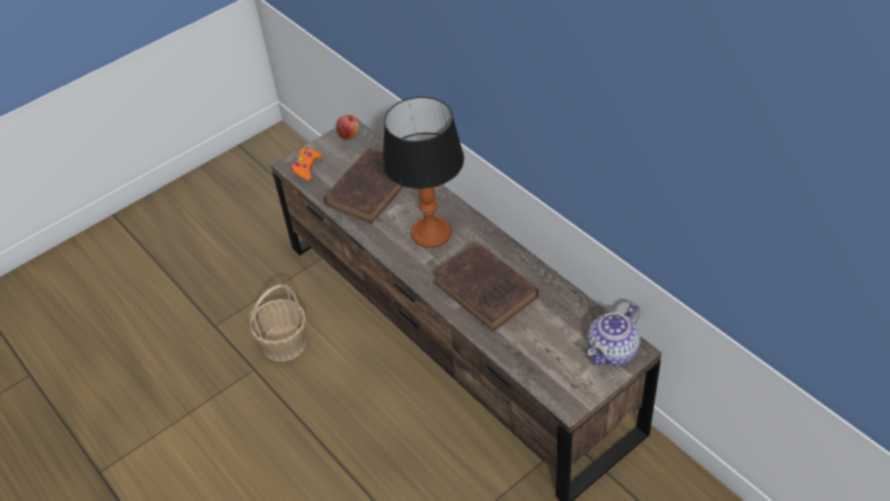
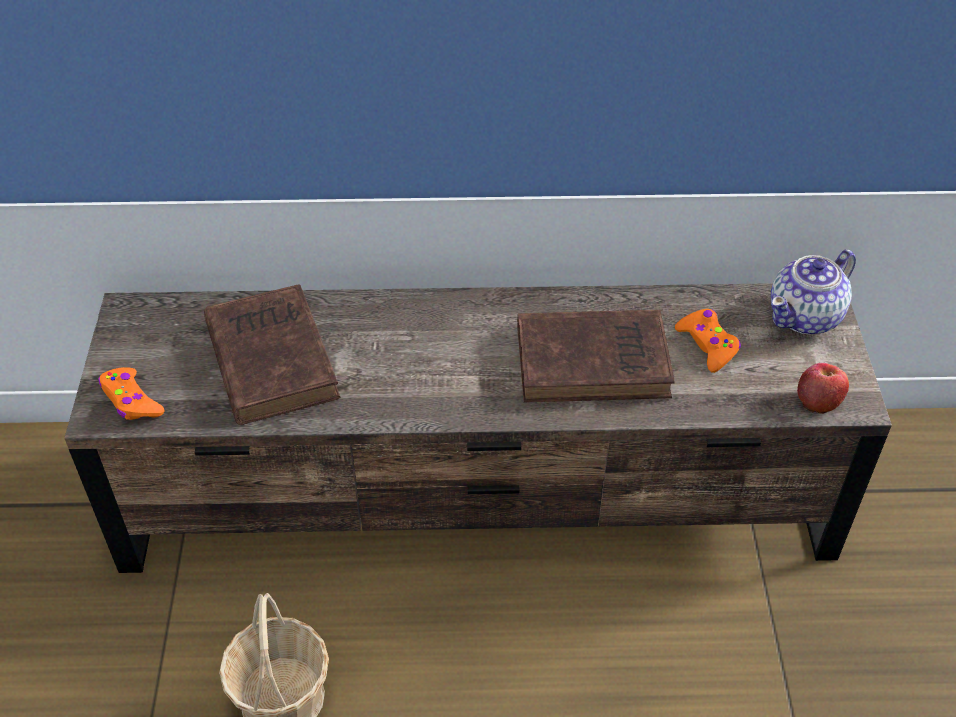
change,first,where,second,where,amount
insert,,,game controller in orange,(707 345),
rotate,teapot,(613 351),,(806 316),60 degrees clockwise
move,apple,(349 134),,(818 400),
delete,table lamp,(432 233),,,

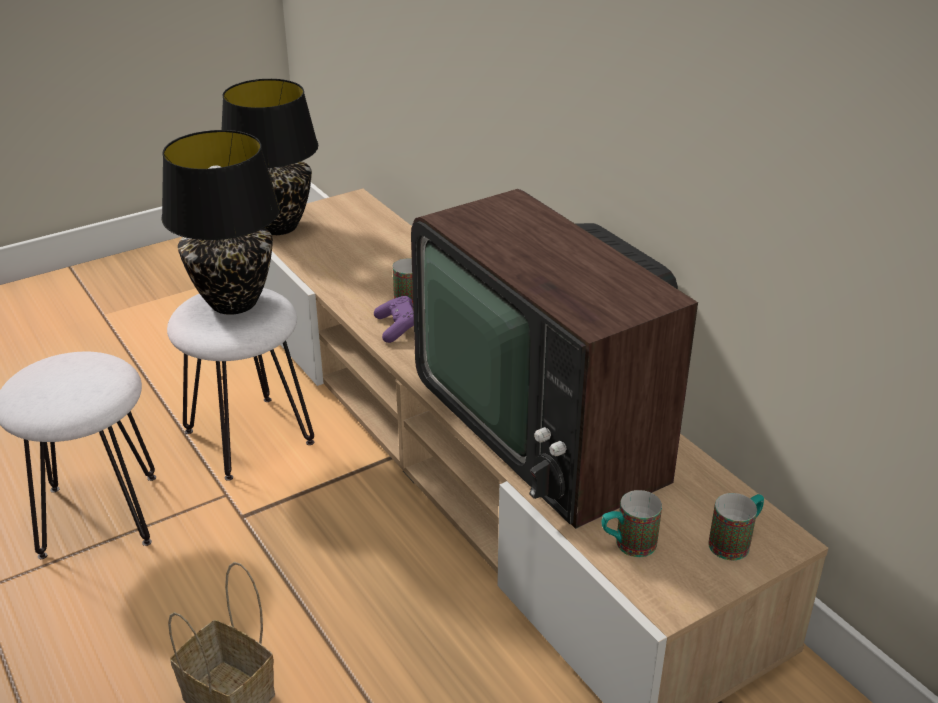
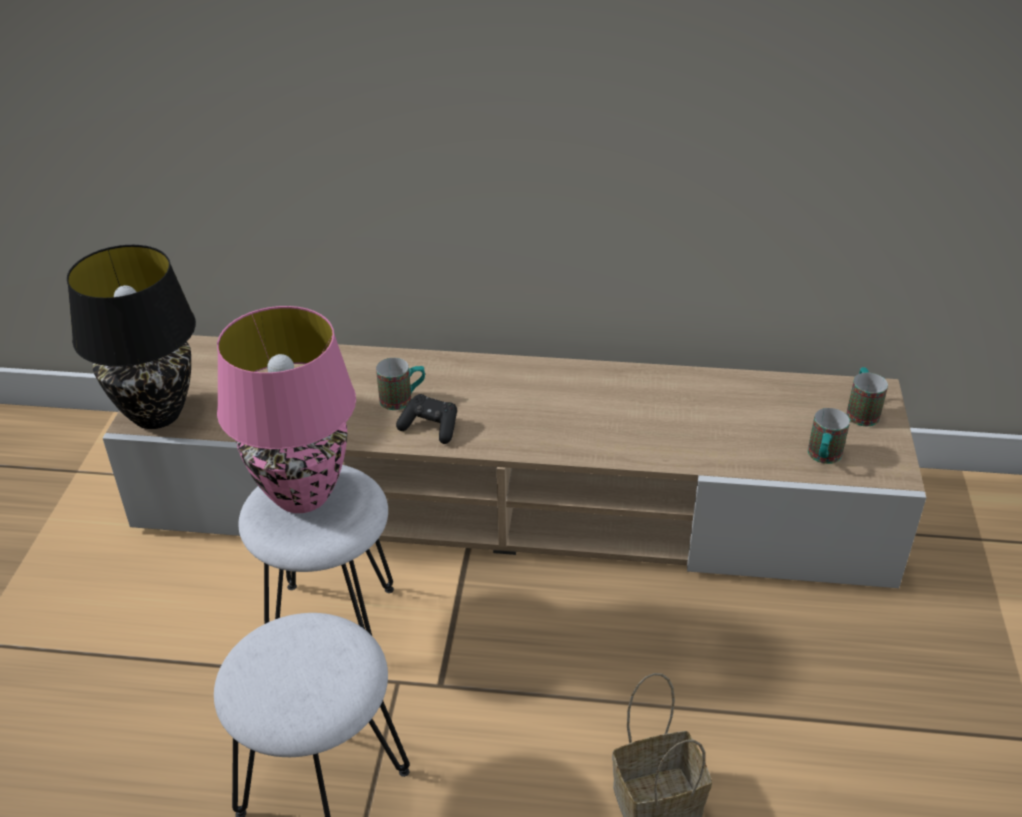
change,first,where,second,where,amount
recolor,table lamp in black,(233 302),table lamp in pink,(301 495),
recolor,game controller in purple,(397 328),game controller in black,(430 427),
delete,television,(549 418),,,

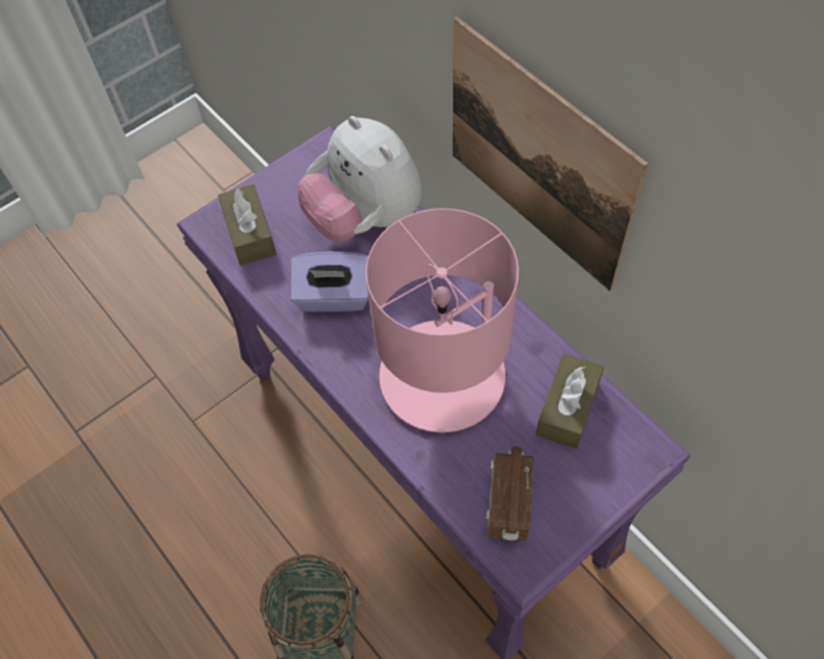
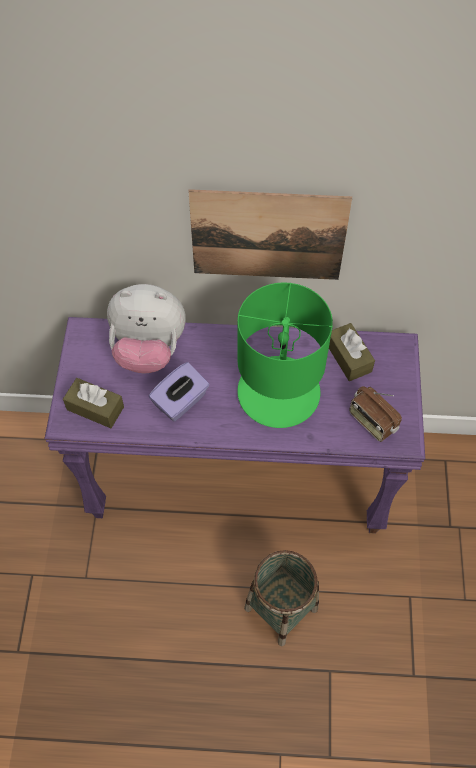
change,first,where,second,where,amount
recolor,table lamp in pink,(444 375),table lamp in green,(279 391),

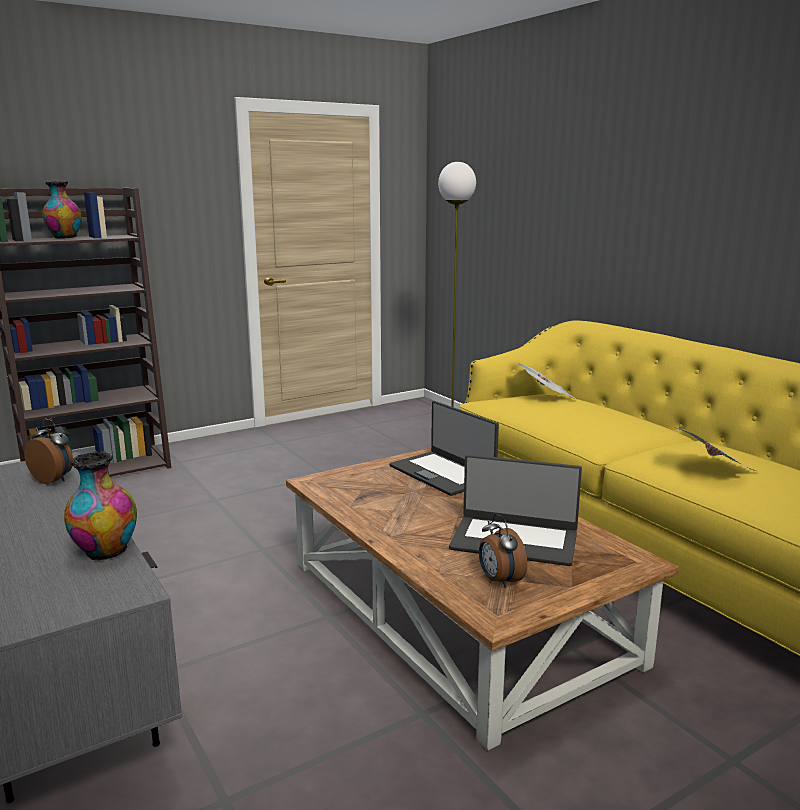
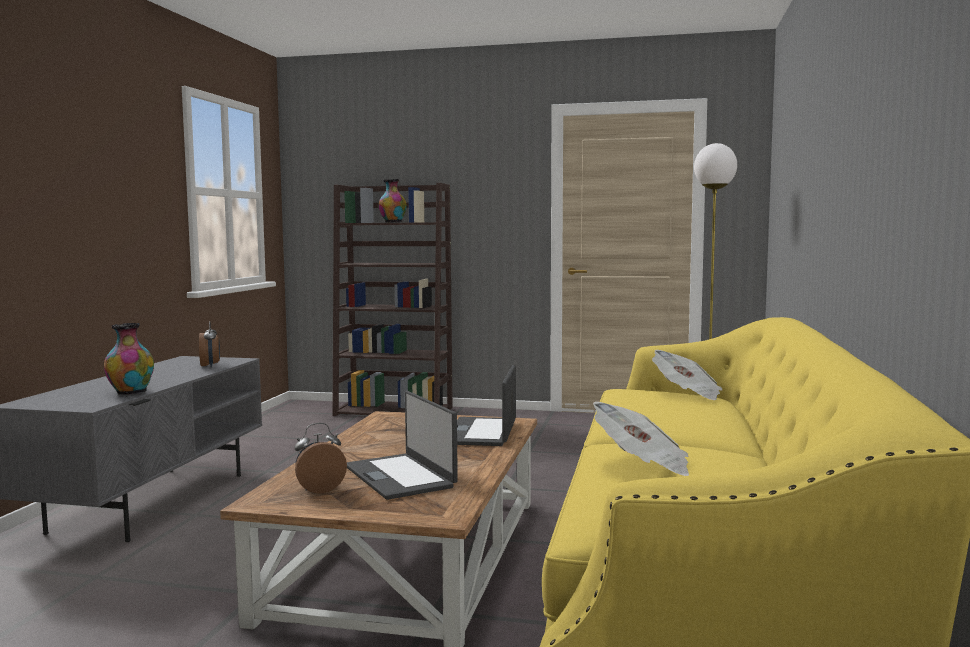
change,first,where,second,where,amount
rotate,alarm clock,(499 581),,(319 489),45 degrees clockwise

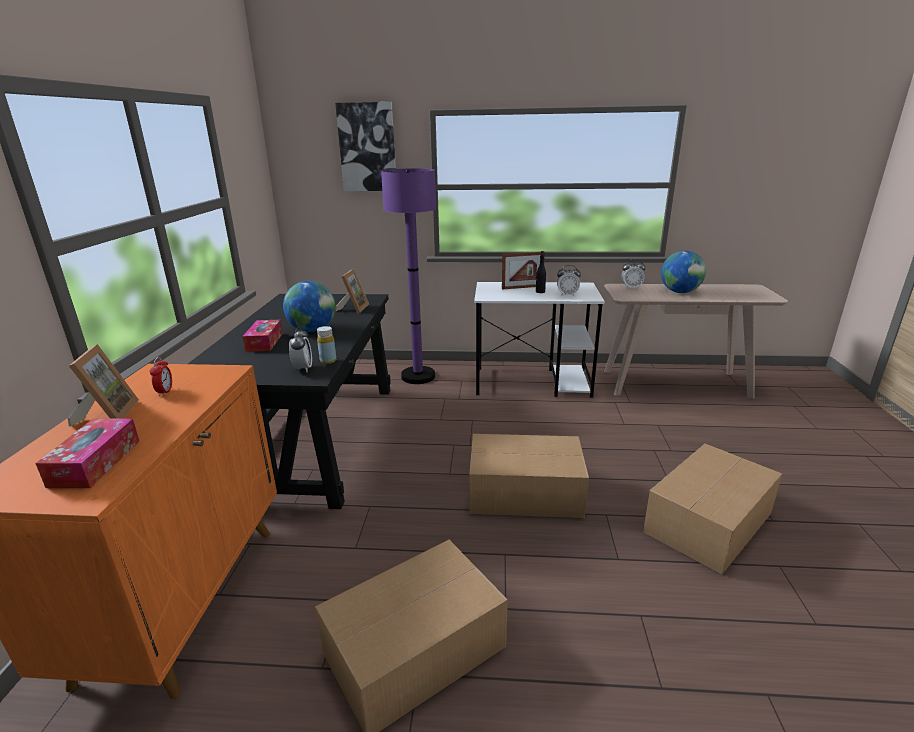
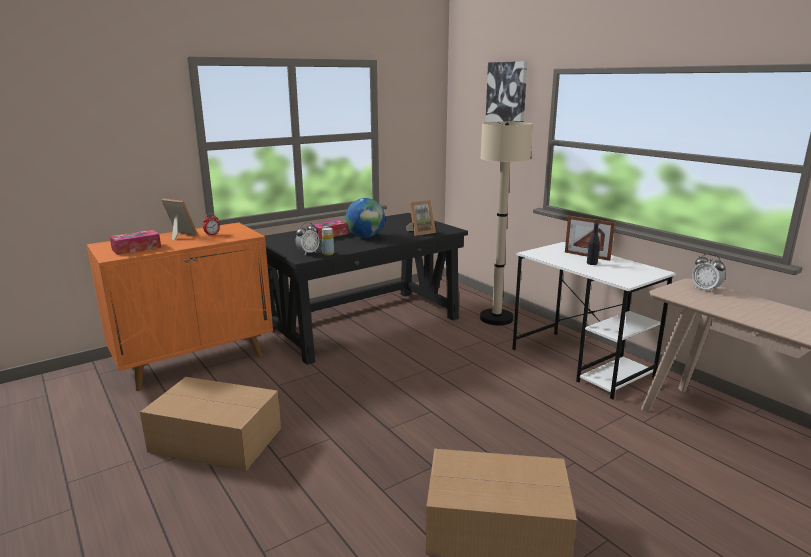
change,first,where,second,where,amount
rotate,picture frame,(108 414),,(179 235),105 degrees counterclockwise
recolor,floor lamp in purple,(418 376),floor lamp in beige,(496 318),
delete,cardboard box,(523 492),,,
delete,alarm clock,(567 295),,,
delete,globe,(679 292),,,

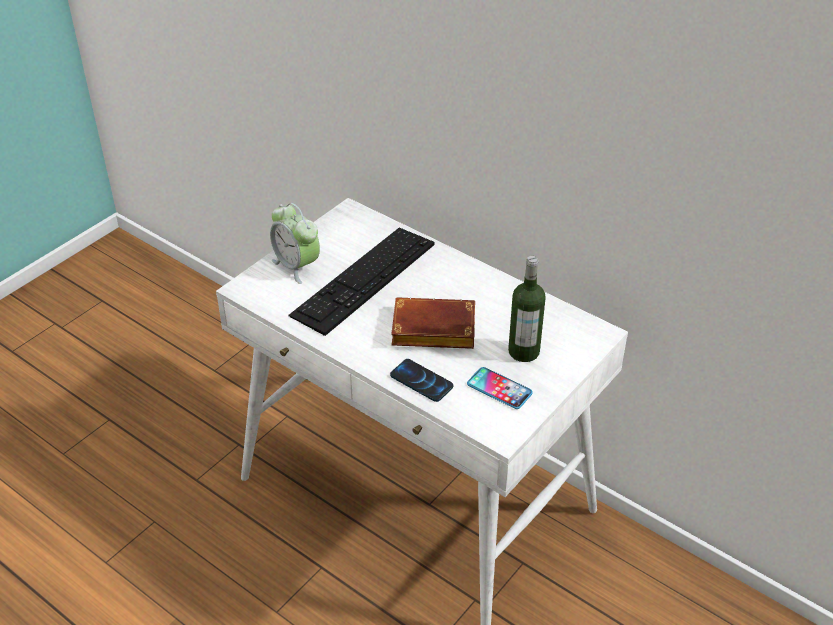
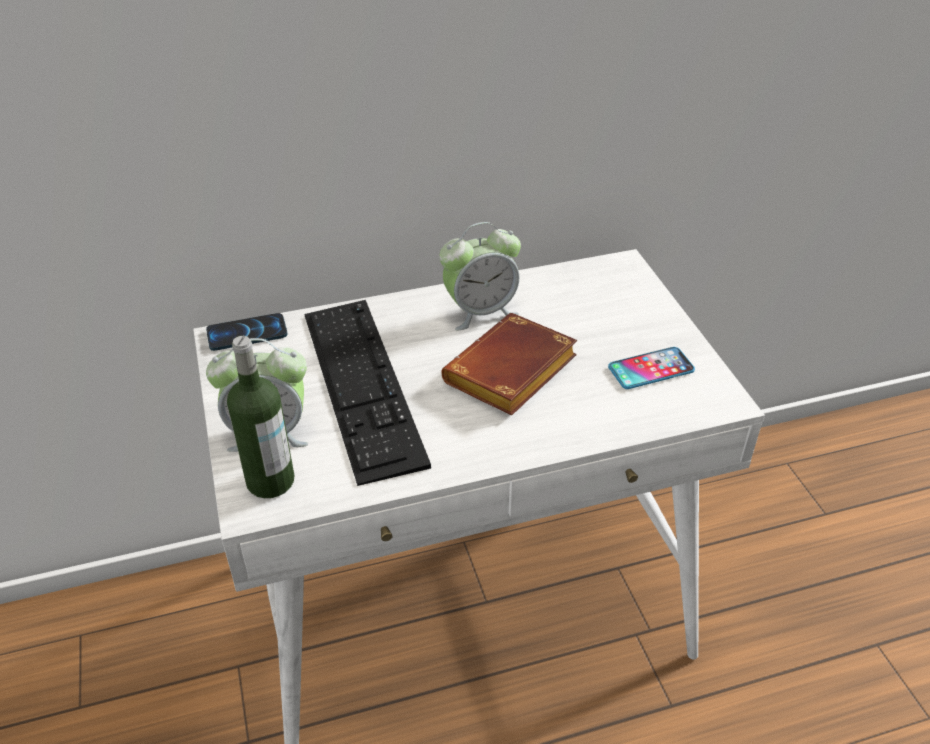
change,first,where,second,where,amount
move,phone,(421 381),,(247 333),
move,bottle,(523 351),,(270 481),
insert,,,alarm clock,(480 311),

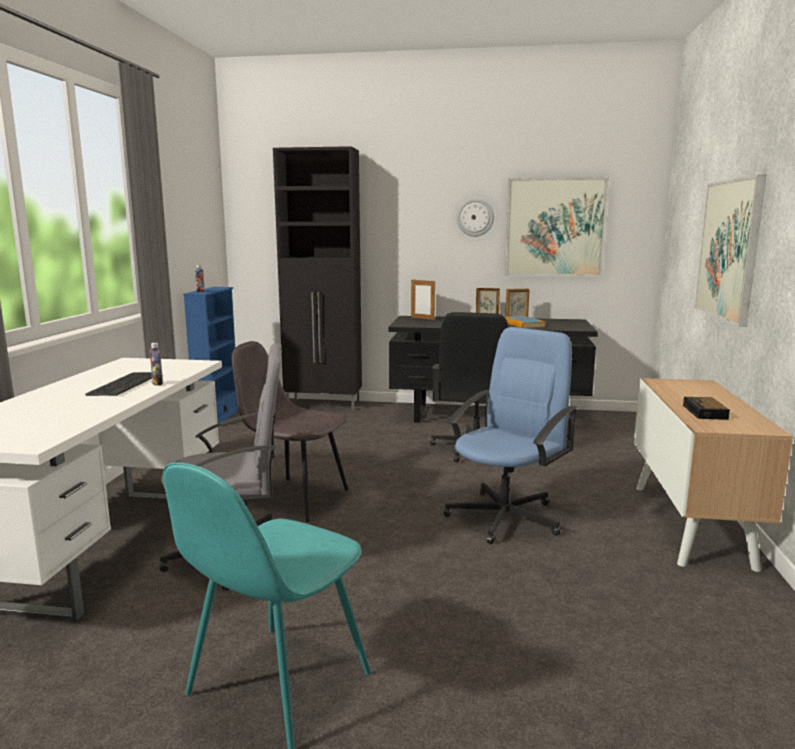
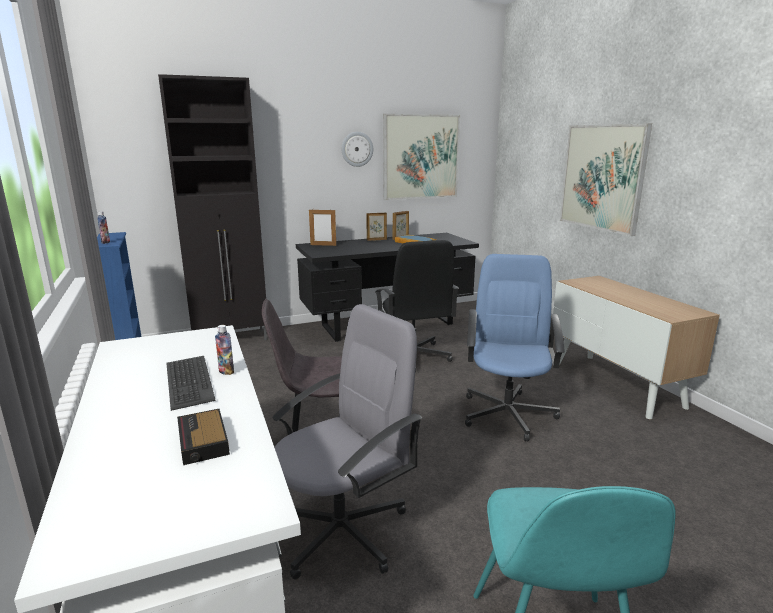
change,first,where,second,where,amount
move,alarm clock,(705 412),,(203 442),

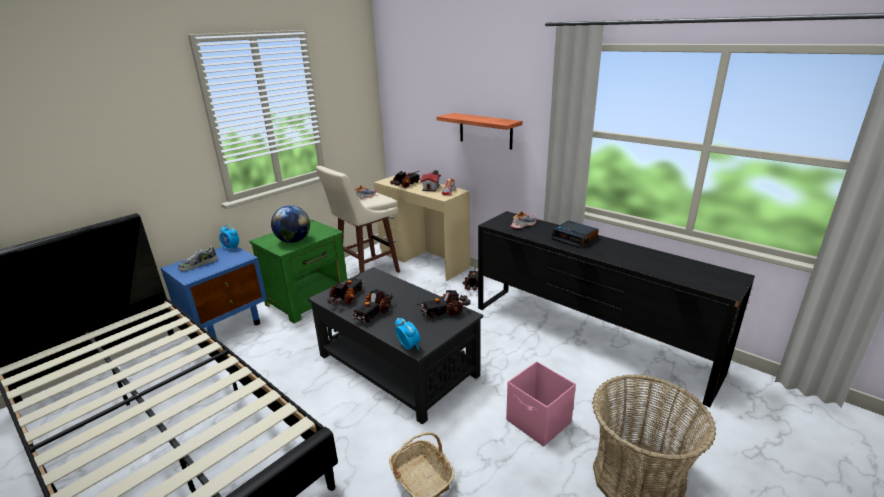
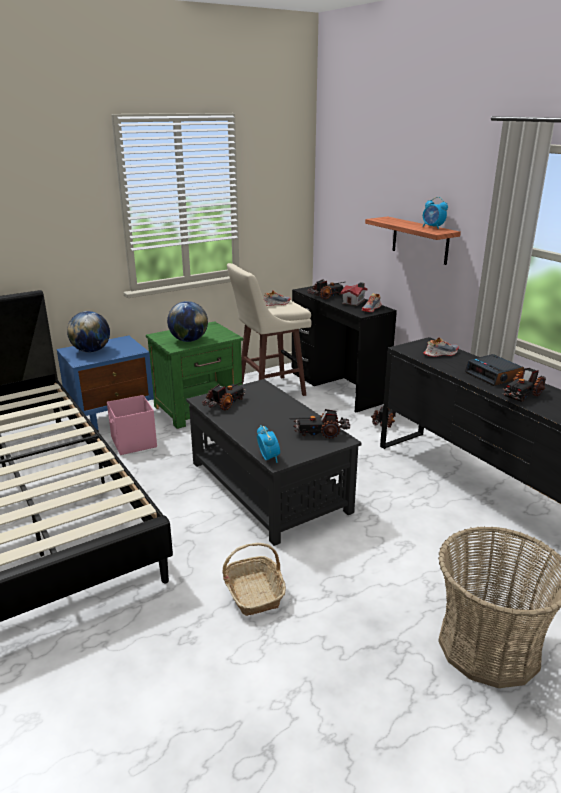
change,first,where,second,where,amount
replace,shoe,(198 264),globe,(91 351),
move,storage box in pink,(539 422),,(133 443),
recolor,desk in beige,(424 260),desk in black,(338 387),
move,alarm clock,(231 248),,(433 227),
move,toy truck,(373 313),,(522 394),

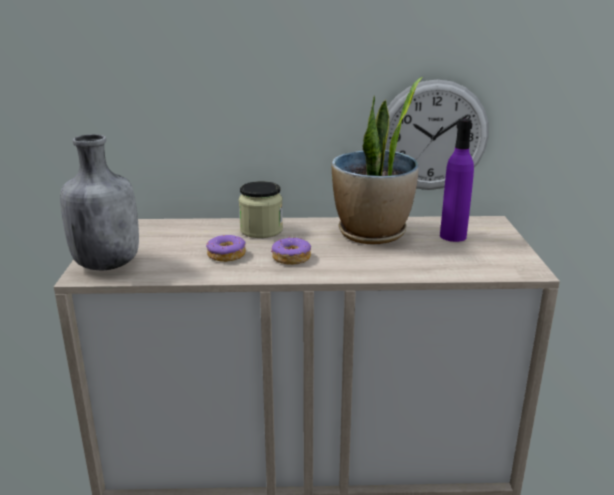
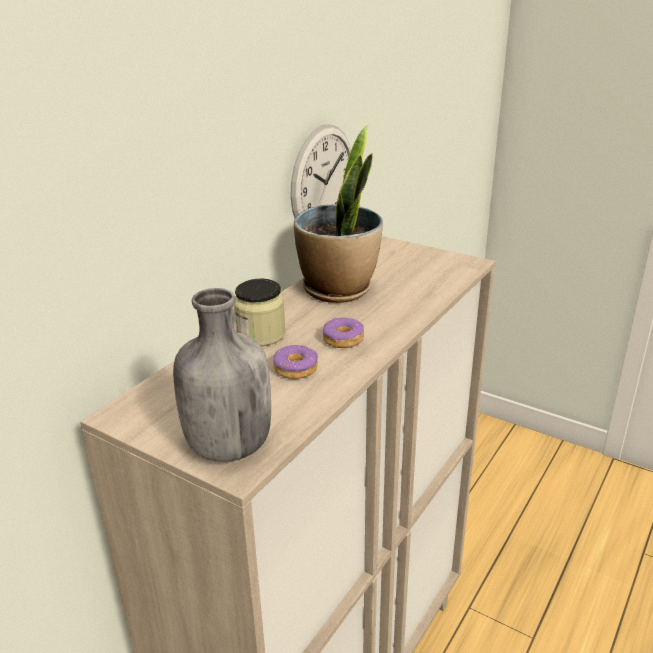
change,first,where,second,where,amount
delete,bottle in purple,(453 236),,,

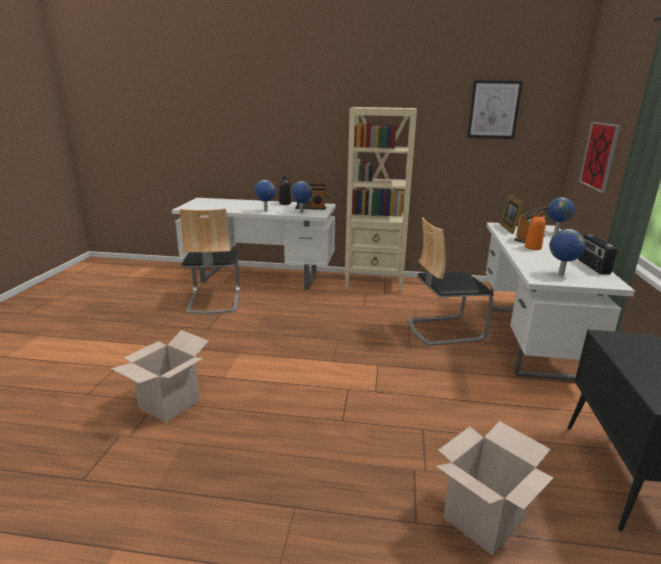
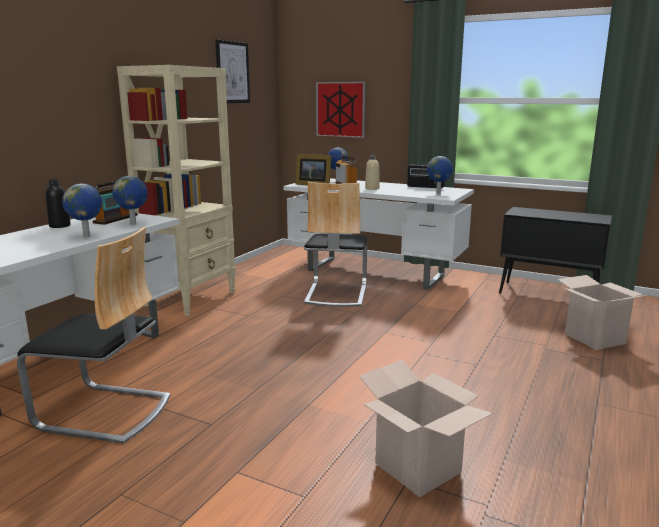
change,first,where,second,where,amount
recolor,bottle in orange,(532 248),bottle in beige,(372 188),

